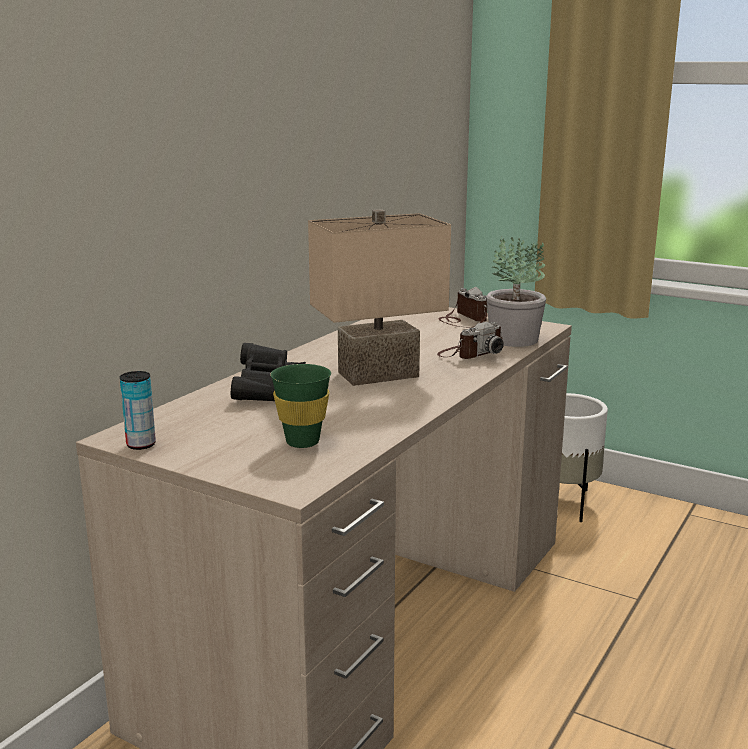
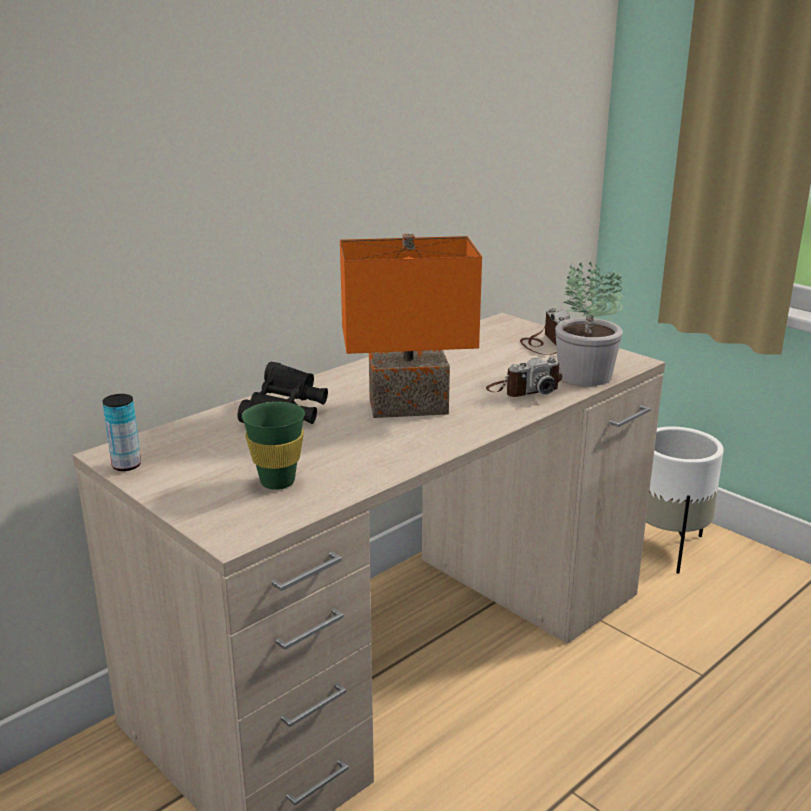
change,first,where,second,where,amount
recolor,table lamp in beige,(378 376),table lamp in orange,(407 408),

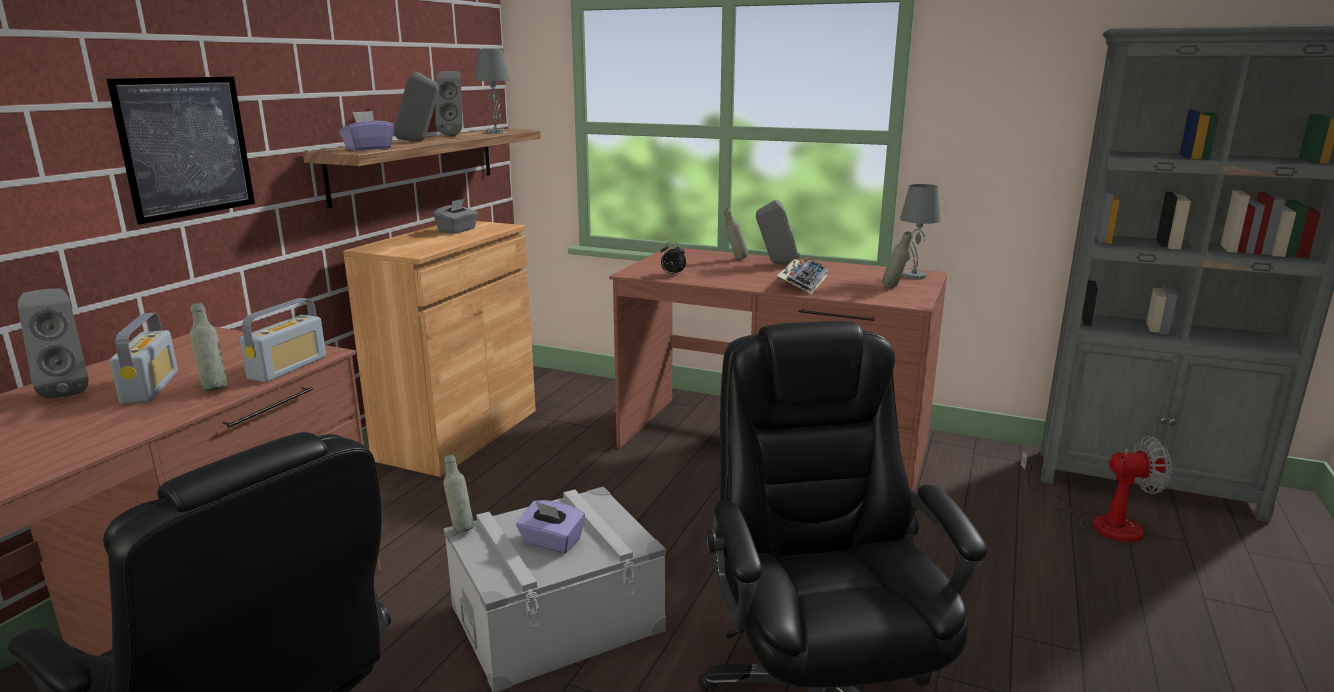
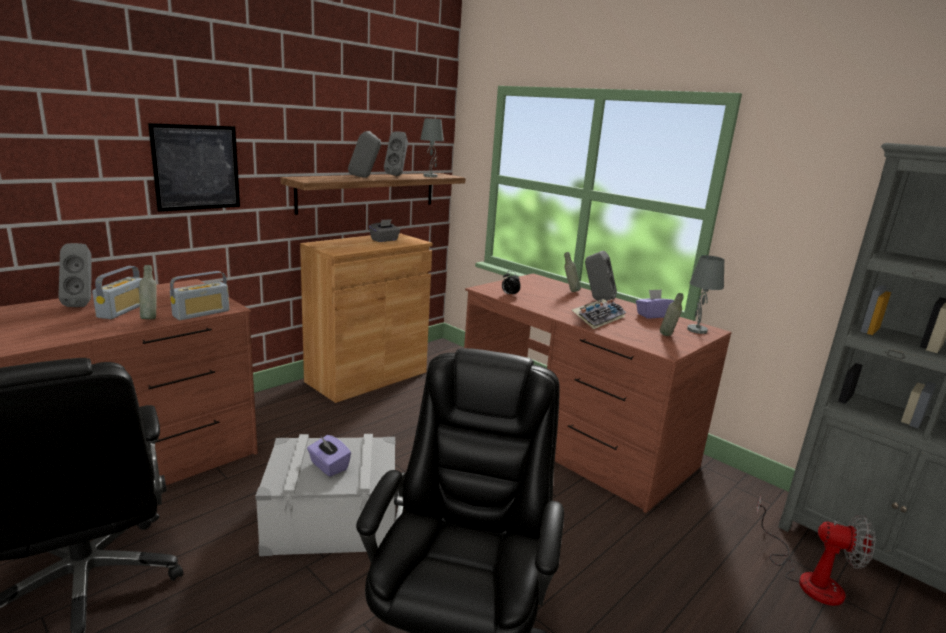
change,first,where,second,where,amount
move,tissue box in purple,(368 149),,(652 315),
delete,bottle in grey,(460 527),,,

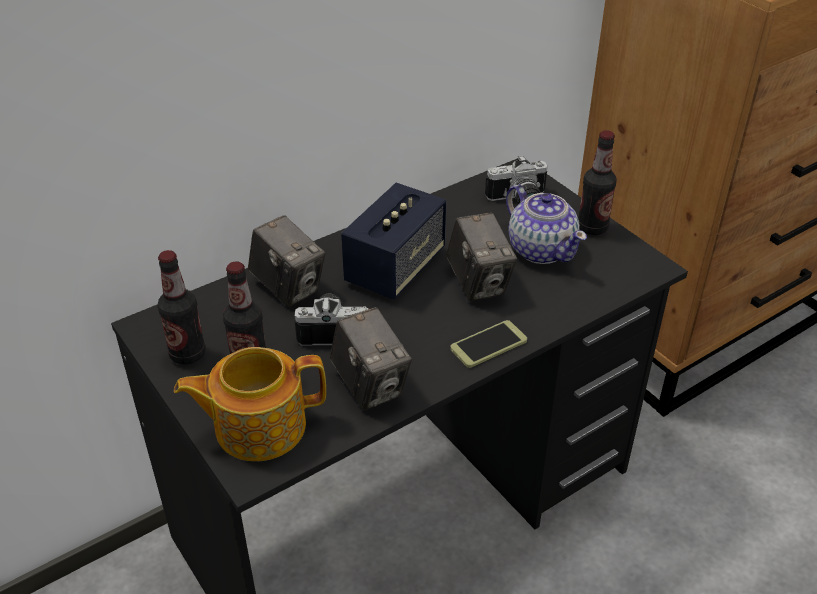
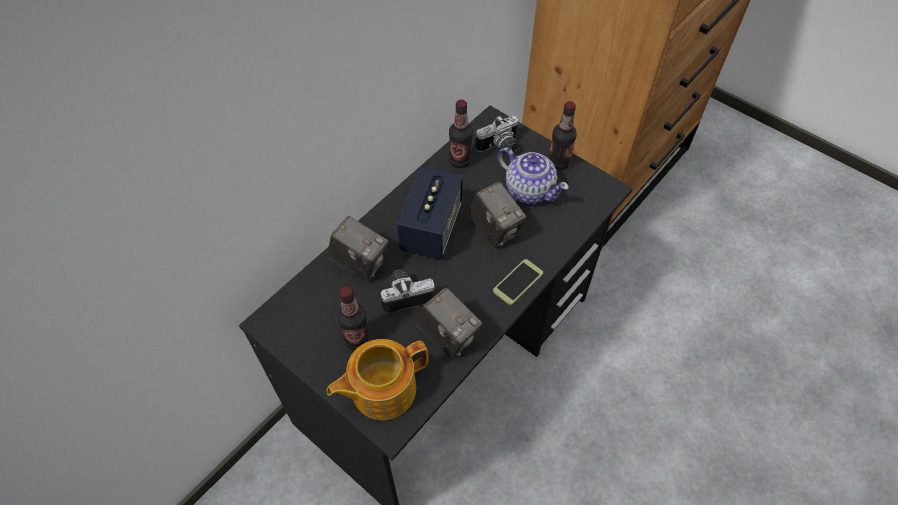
change,first,where,second,where,amount
move,bottle,(187 354),,(460 161),

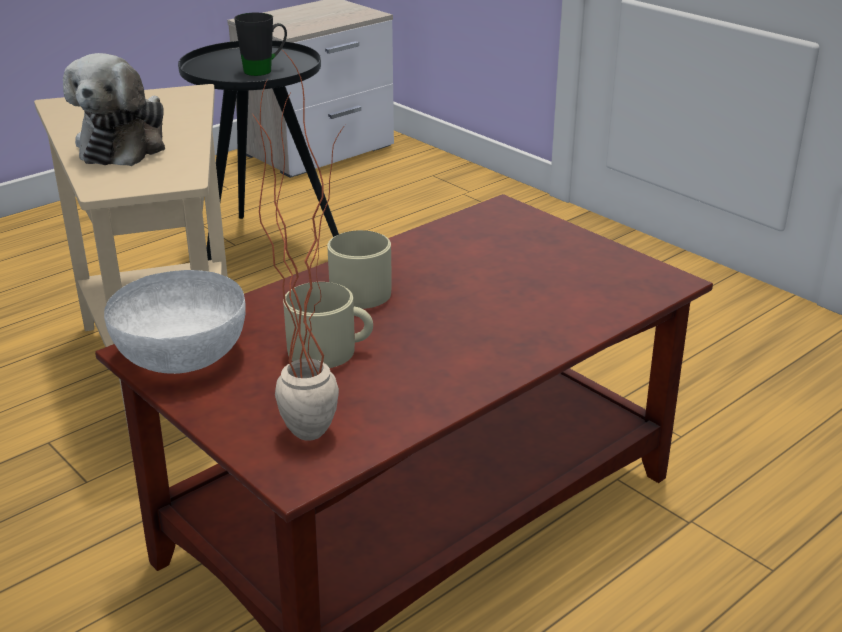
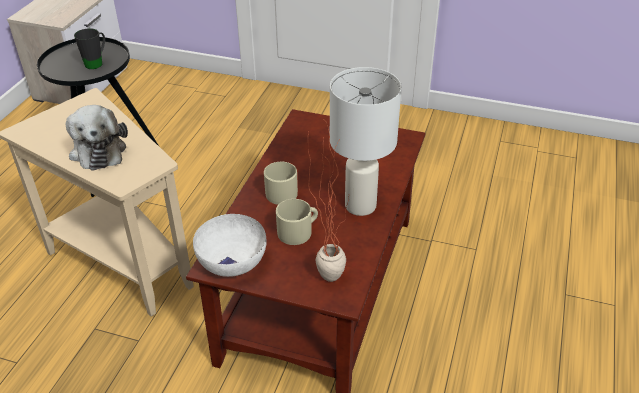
change,first,where,second,where,amount
insert,,,table lamp in white,(360 206),

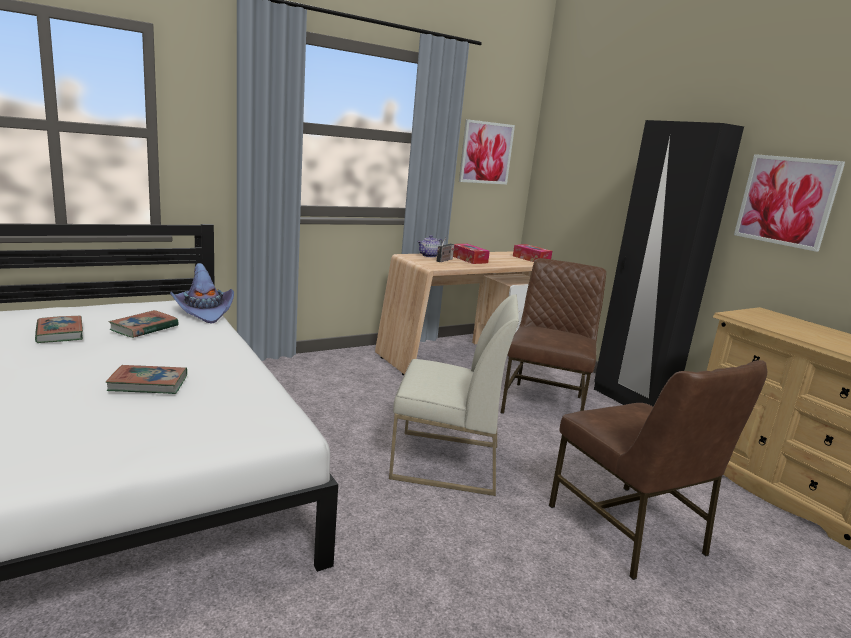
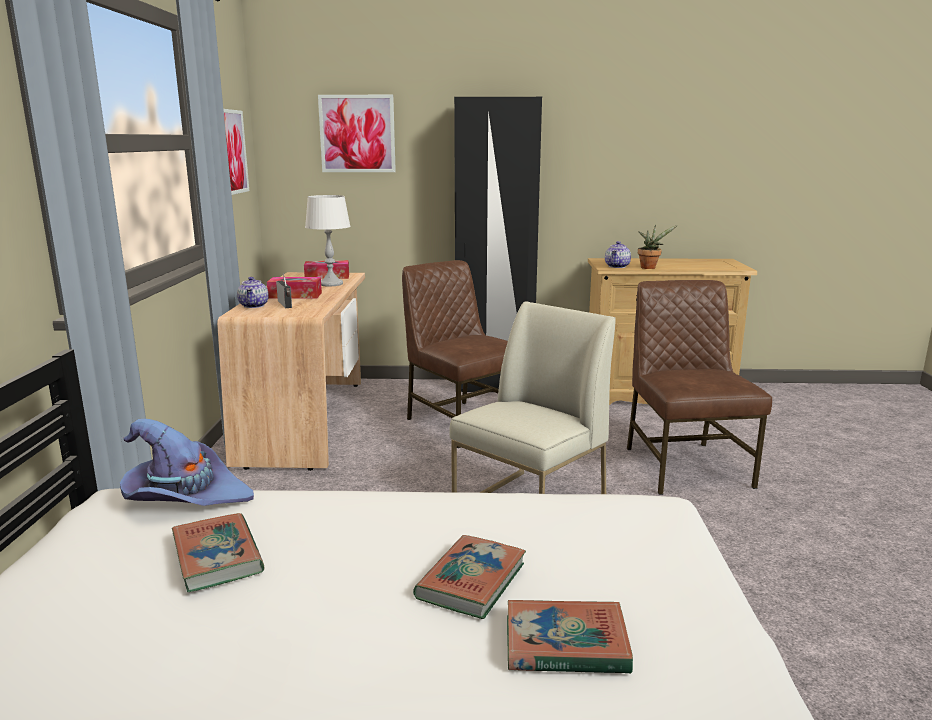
change,first,where,second,where,amount
insert,,,table lamp in white,(331 284),
move,picture,(786 201),,(357 134),
move,book,(59 333),,(565 644),
insert,,,teapot,(617 266),
rotate,chair in brown,(628 530),,(685 466),105 degrees counterclockwise
insert,,,potted plant,(649 267),

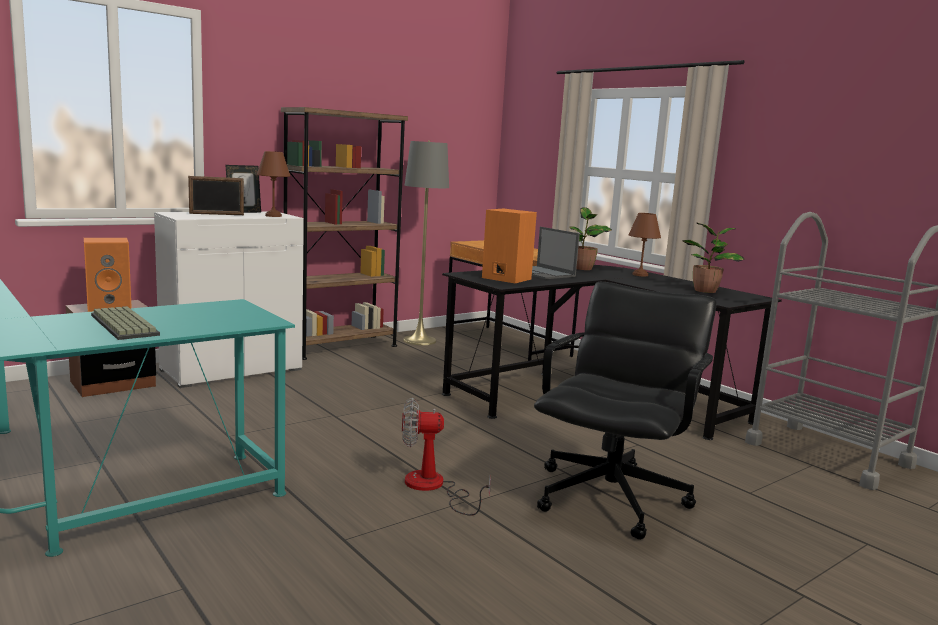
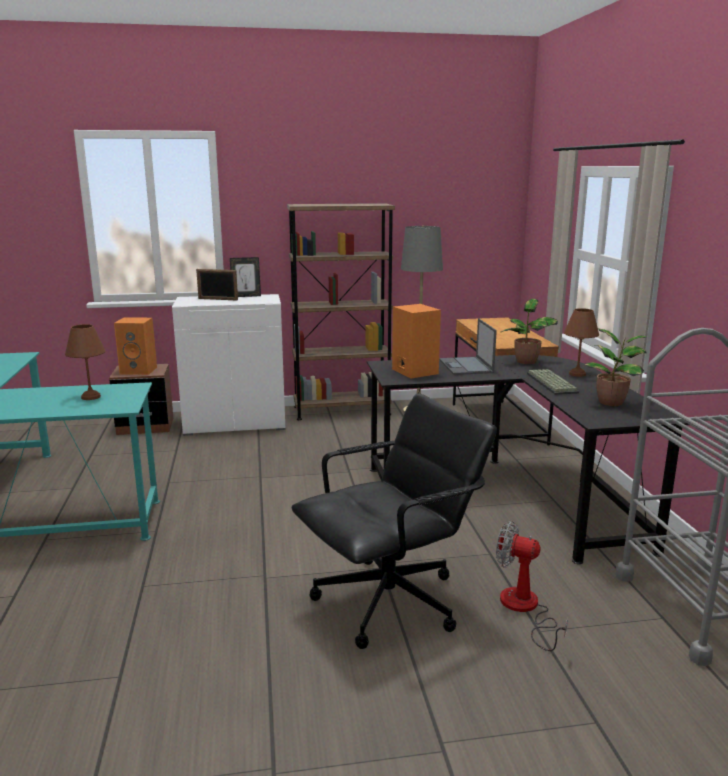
change,first,where,second,where,amount
move,table lamp in brown,(272 216),,(90 397),
move,fan,(433 487),,(525 609),
move,keyboard,(121 325),,(550 383),

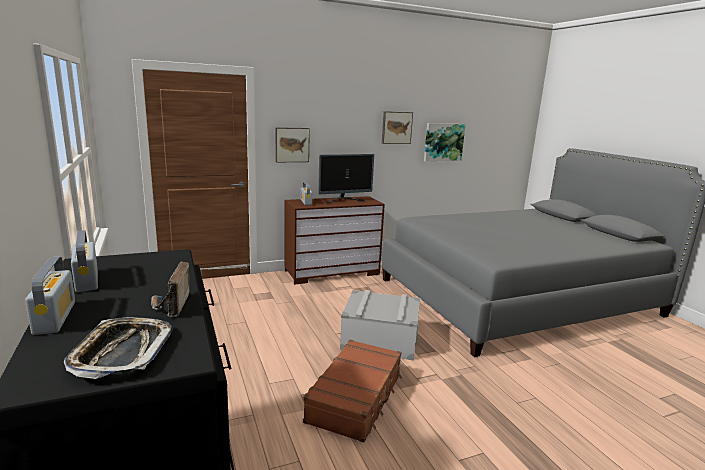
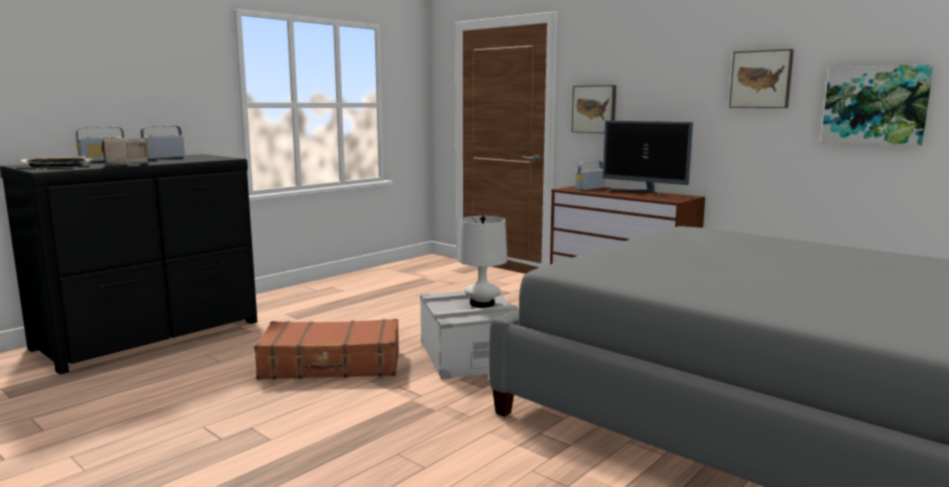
change,first,where,second,where,amount
insert,,,table lamp in white,(482 304),

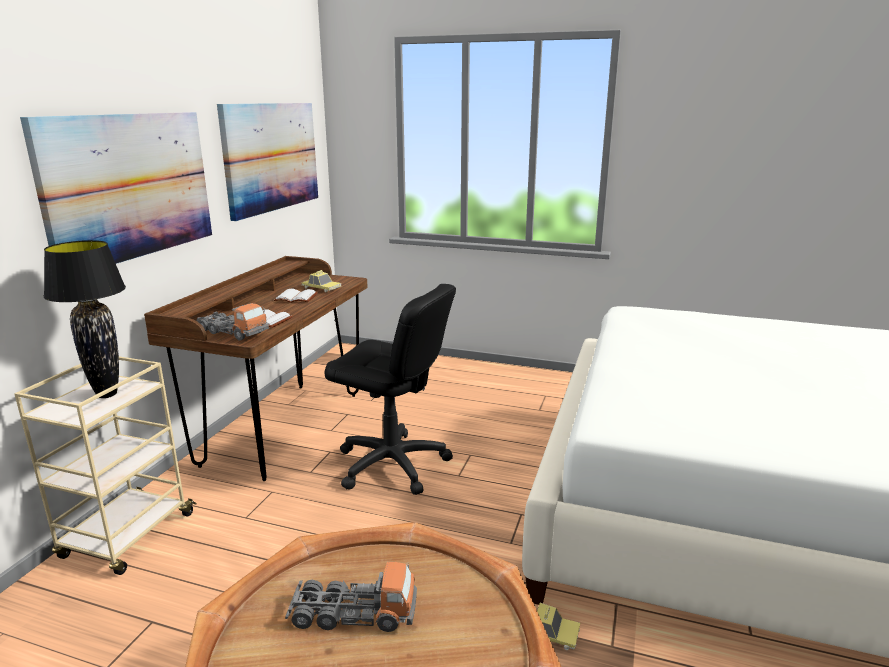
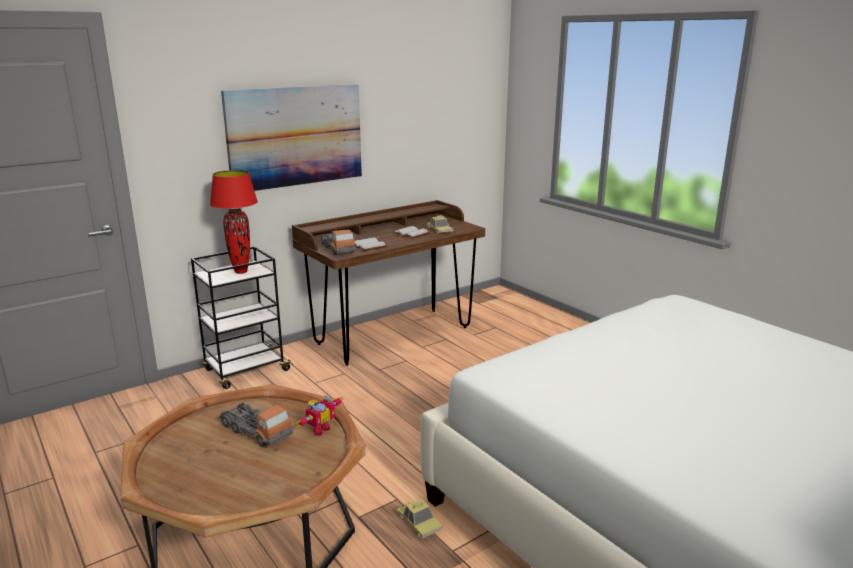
change,first,where,second,where,amount
recolor,cart in beige,(127 537),cart in black,(245 371),
recolor,table lamp in black,(106 395),table lamp in red,(240 272),
insert,,,toy robot,(319 429),
delete,picture,(271 157),,,
delete,office chair in black,(392 464),,,

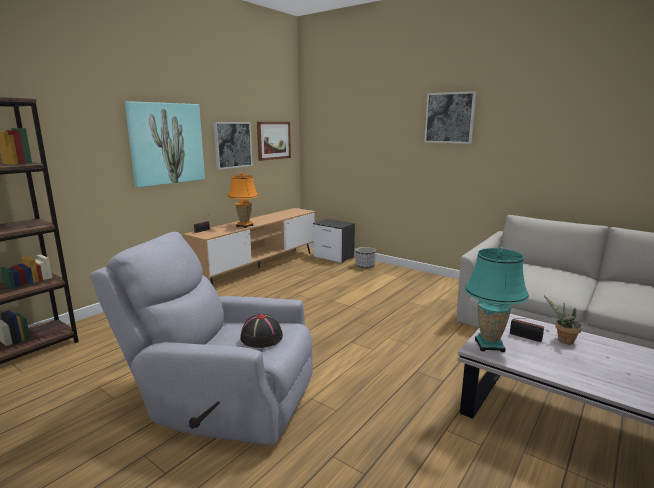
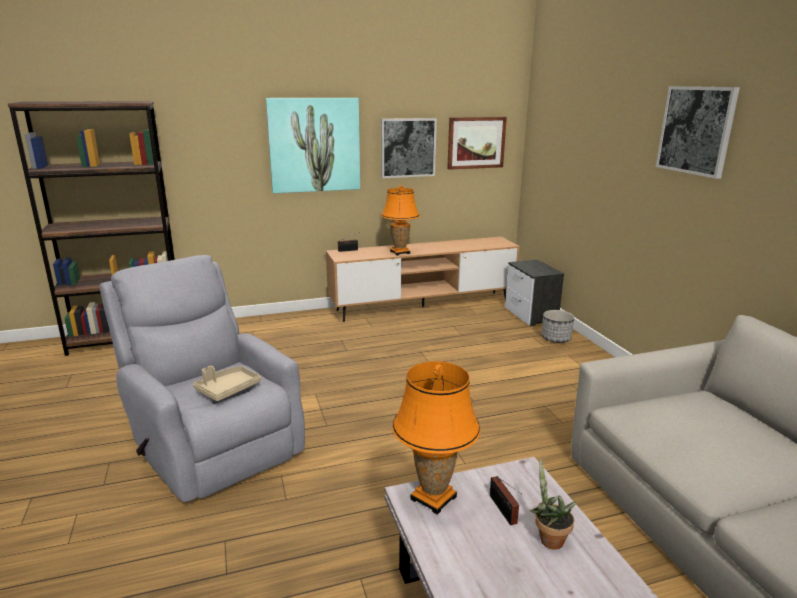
change,first,where,second,where,amount
replace,hat in black,(261 337),tray in beige,(227 389),
recolor,table lamp in turquoise,(489 345),table lamp in orange,(433 497),

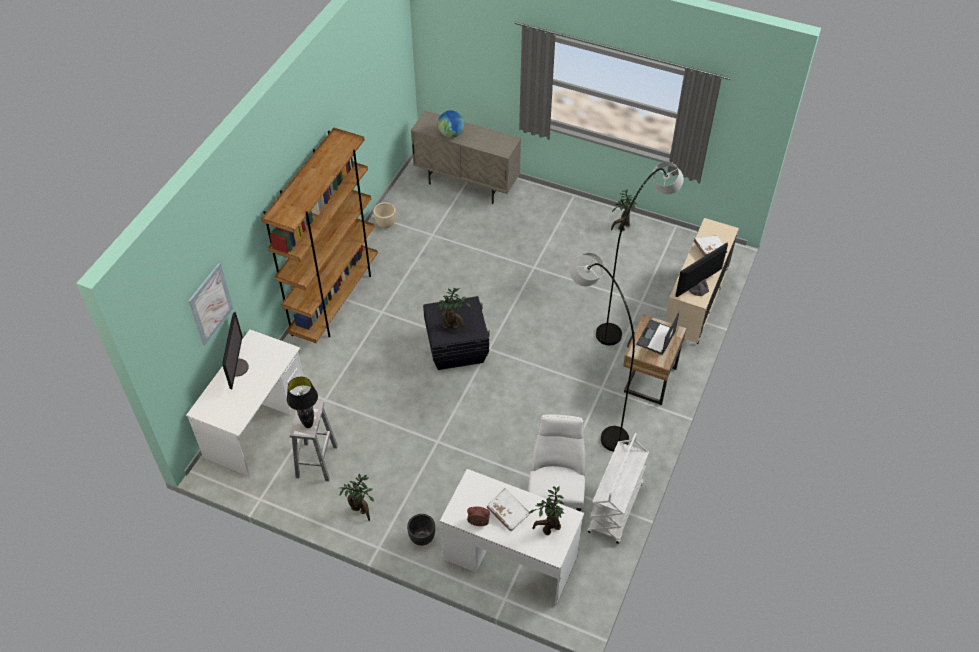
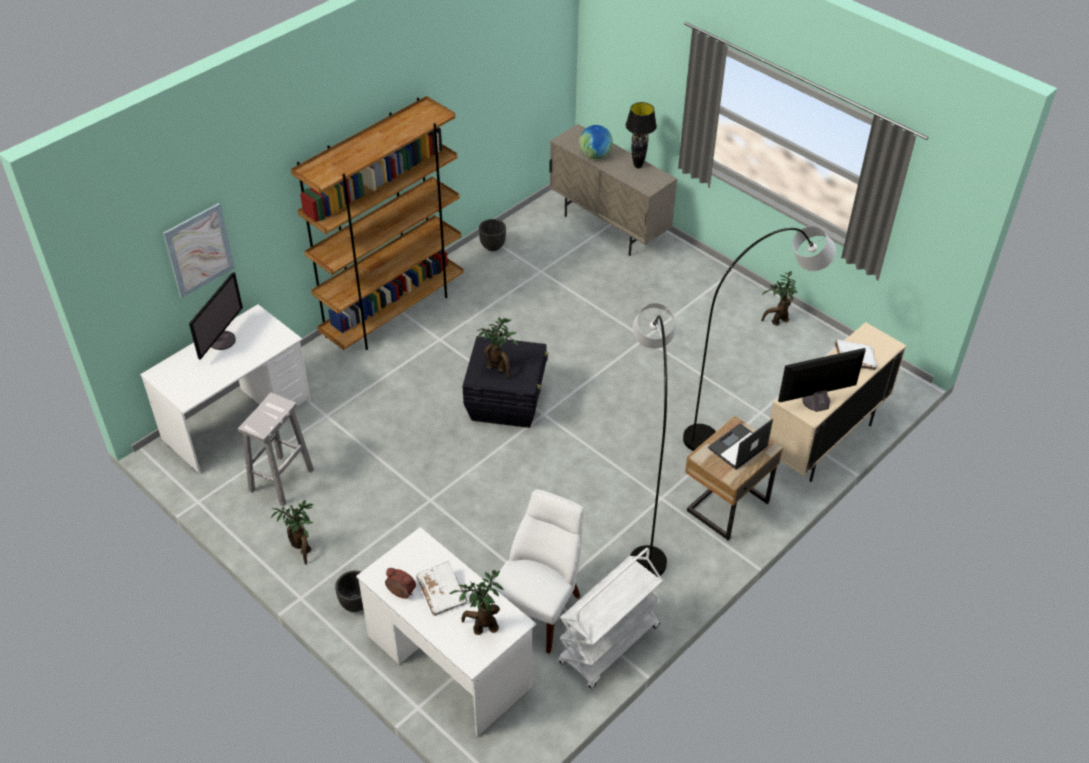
change,first,where,second,where,amount
recolor,planter in beige,(386 224),planter in black,(493 246),
move,table lamp in black,(308 425),,(638 166),

